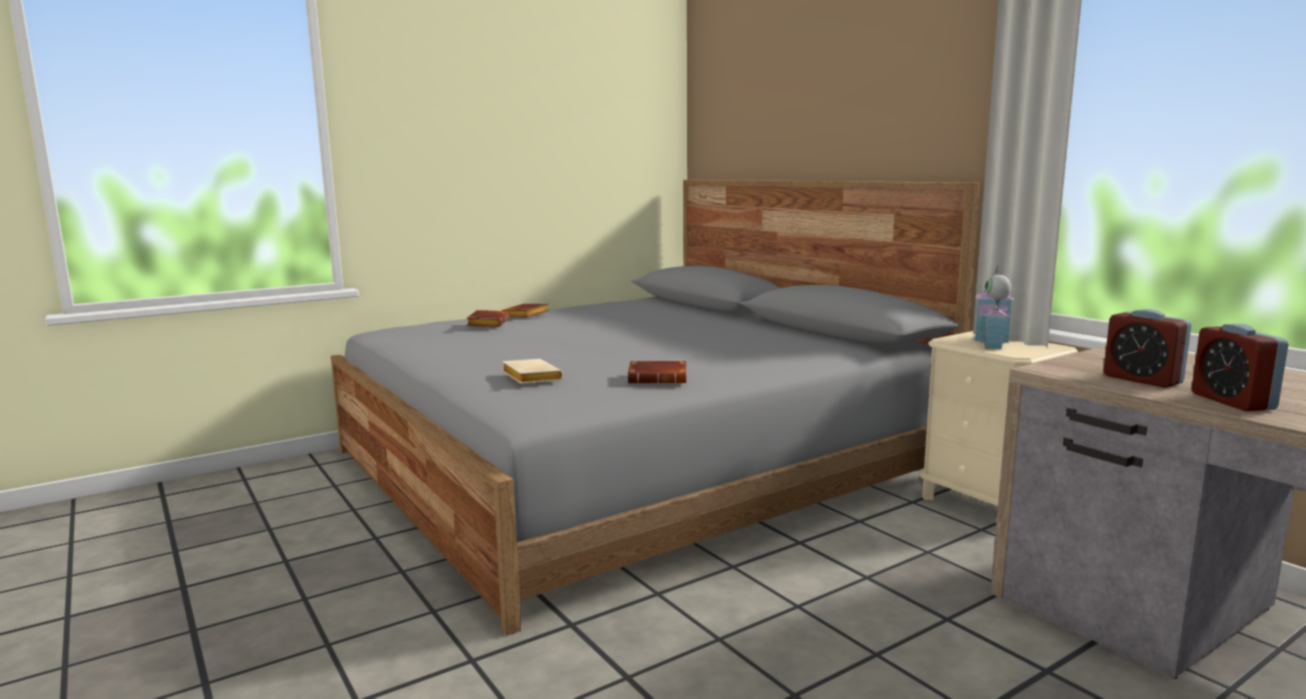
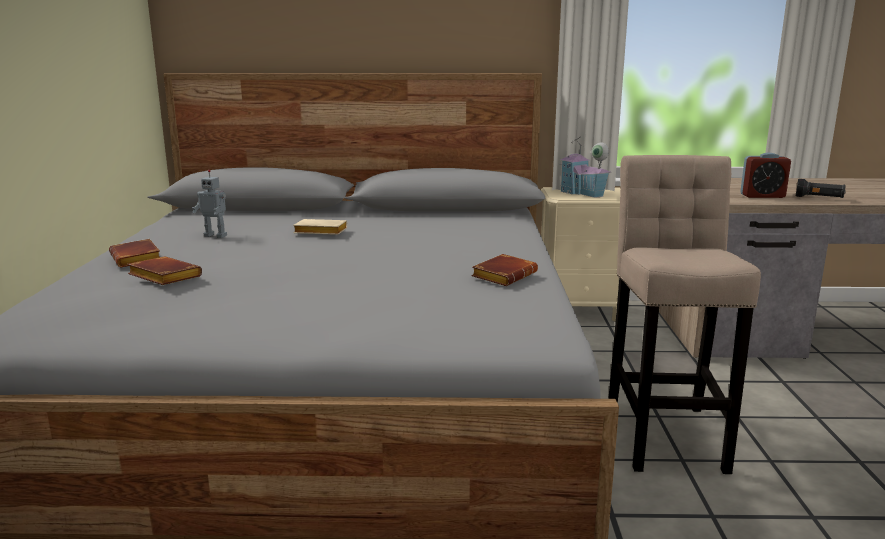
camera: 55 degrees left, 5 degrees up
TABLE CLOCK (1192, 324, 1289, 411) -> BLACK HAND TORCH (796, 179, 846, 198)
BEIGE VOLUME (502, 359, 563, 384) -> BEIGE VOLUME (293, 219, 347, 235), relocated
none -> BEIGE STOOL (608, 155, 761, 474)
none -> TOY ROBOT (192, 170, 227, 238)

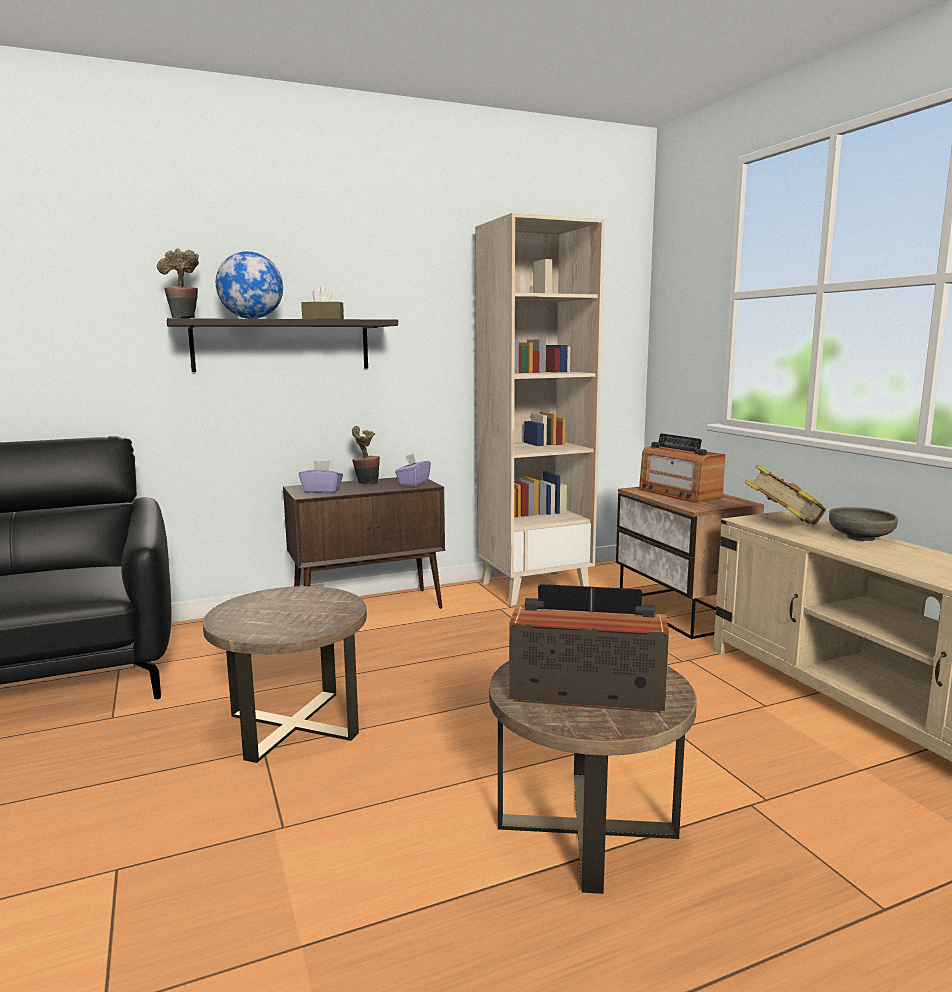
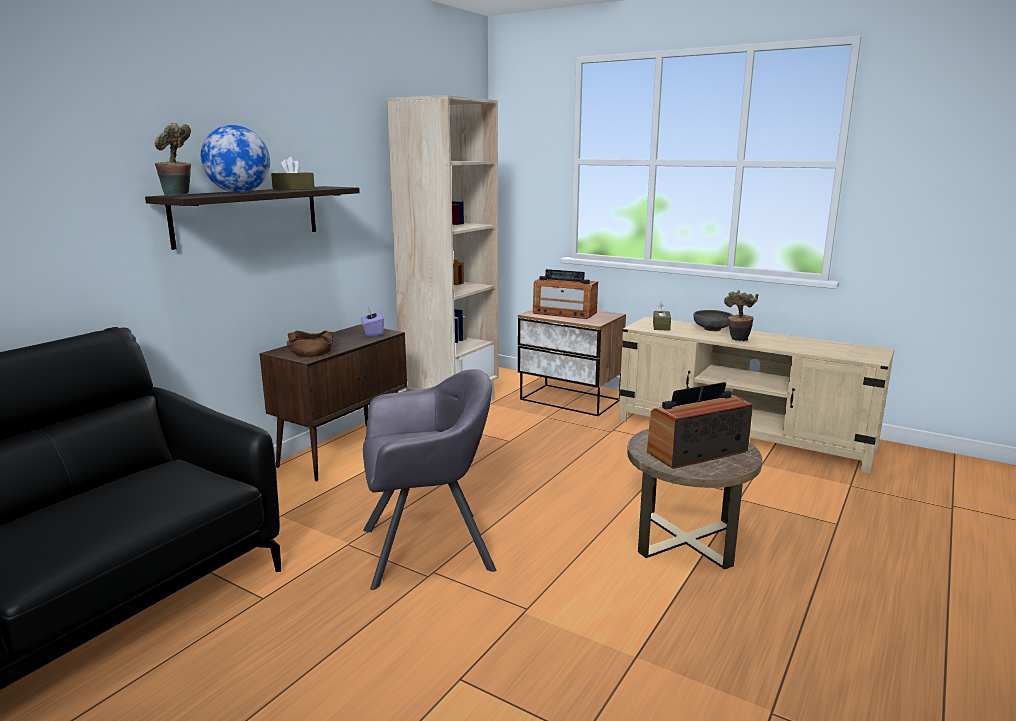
camera: 35 degrees left, 5 degrees up
HOUSEPLANT (352, 426, 380, 484) -> HOUSEPLANT (724, 290, 758, 341), relocated
PURPLE-COLOURED BOX OF TISSUES (299, 461, 343, 493) -> BROWN BOWL (287, 331, 334, 357)
VOLUME (745, 464, 826, 525) -> BROWN BOX OF TISSUES (653, 302, 671, 331)
BROWN SIDE TABLE (203, 586, 367, 763) -> GREY EASY CHAIR (363, 369, 496, 590)

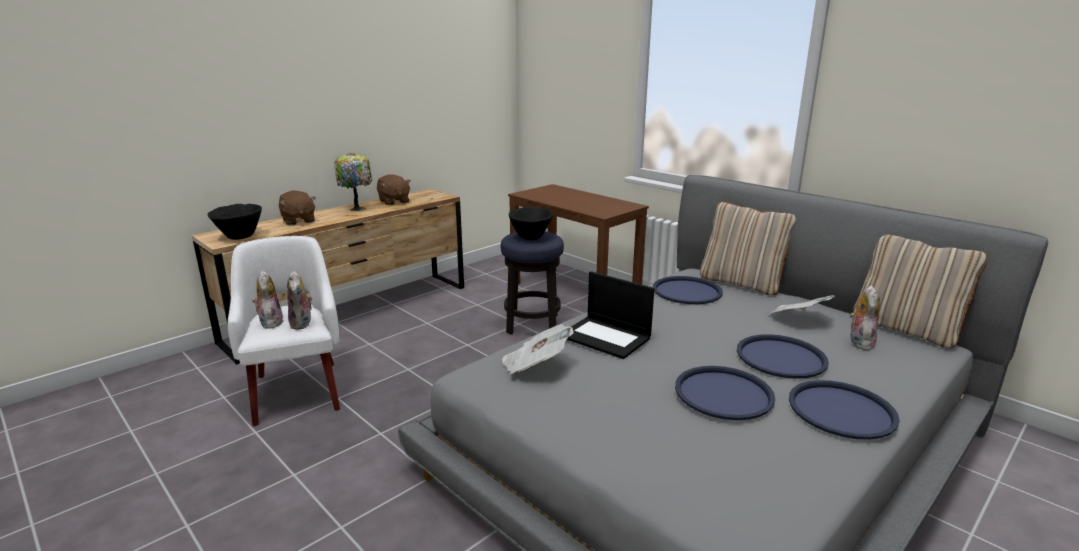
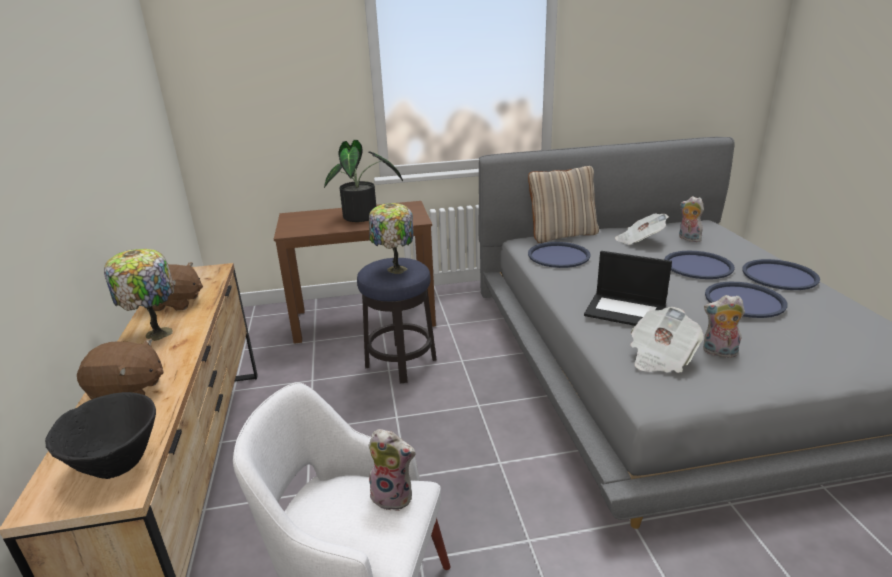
camera: 55 degrees left, 5 degrees up
BLACK BOWL (509, 207, 553, 240) -> TABLE LAMP (369, 203, 414, 274)
BEIGE PILLOW (853, 235, 988, 348) -> none
PLUSH TOY (252, 270, 284, 328) -> PLUSH TOY (703, 295, 745, 358), relocated
PORTABLE COMPUTER (567, 271, 655, 359) -> PORTABLE COMPUTER (584, 251, 672, 326), 45 degrees clockwise
none -> HOUSEPLANT (324, 140, 403, 222)

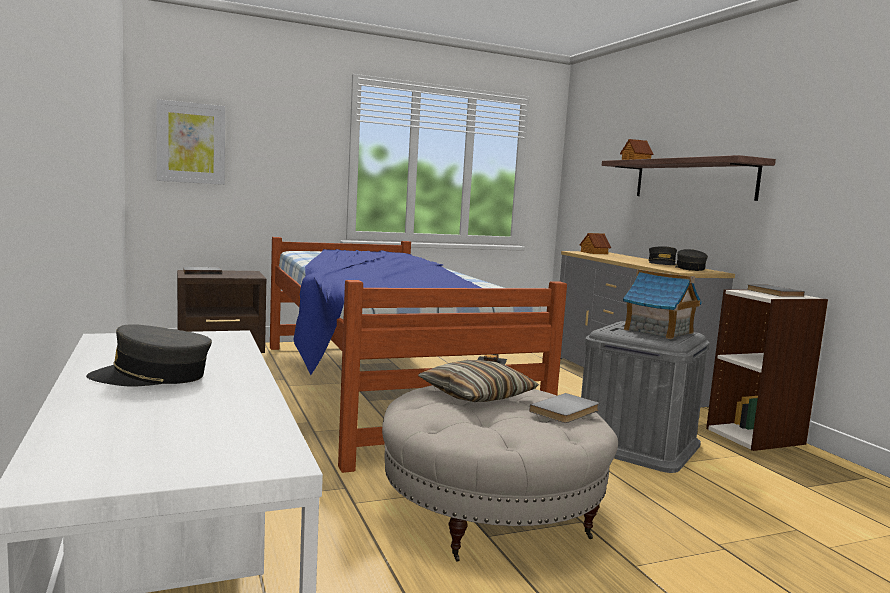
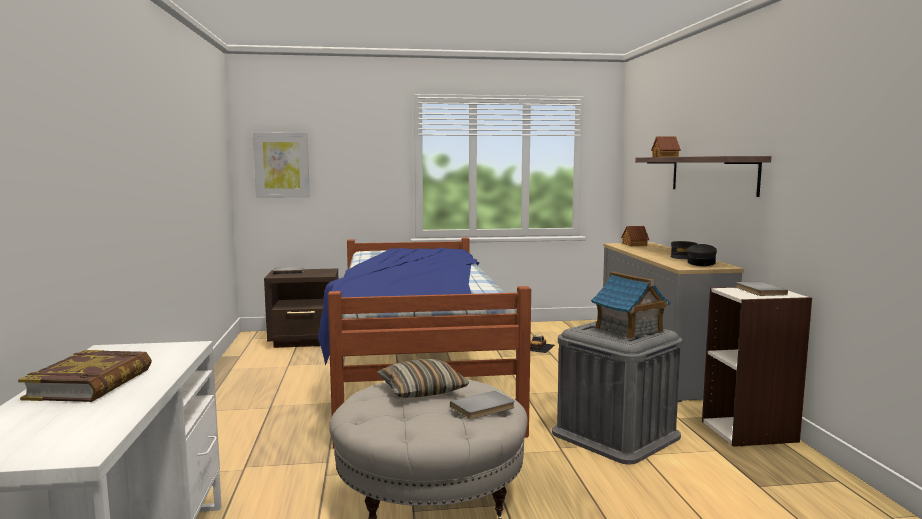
camera: 15 degrees right, 0 degrees up
GREY CAP (86, 324, 212, 387) -> VOLUME (18, 350, 152, 402)

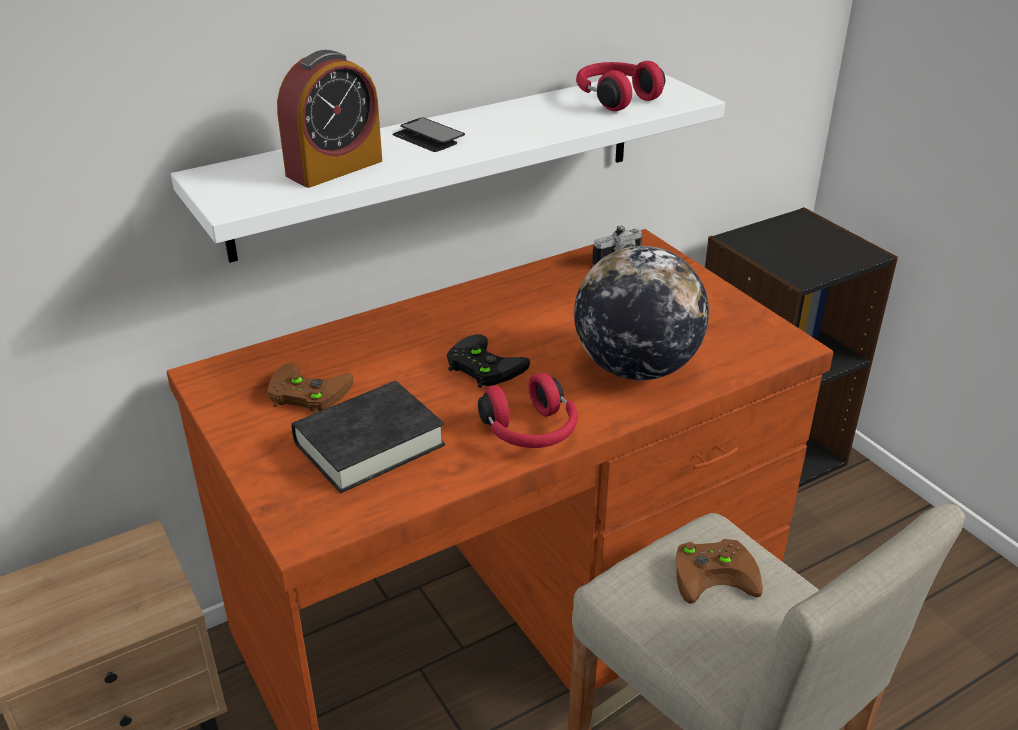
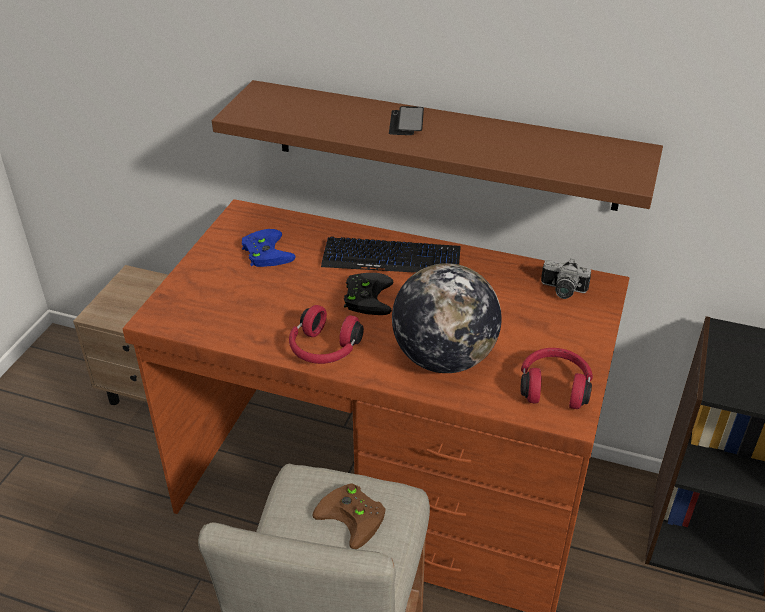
camera: 50 degrees right, 5 degrees up
TABLE CLOCK (277, 50, 382, 188) -> none
RED HEADSET (576, 61, 665, 111) -> RED HEADSET (520, 348, 593, 409), relocated
WHITE-COLOURED SHELF (171, 74, 725, 263) -> BROWN SHELF (212, 80, 663, 211)
BROWN GAMEPAD (268, 363, 353, 414) -> BLUE-COLOURED GAMEPAD (242, 229, 296, 267)
BLACK VOLUME (291, 381, 445, 493) -> none
none -> COMPUTER KEYBOARD (321, 236, 461, 273)

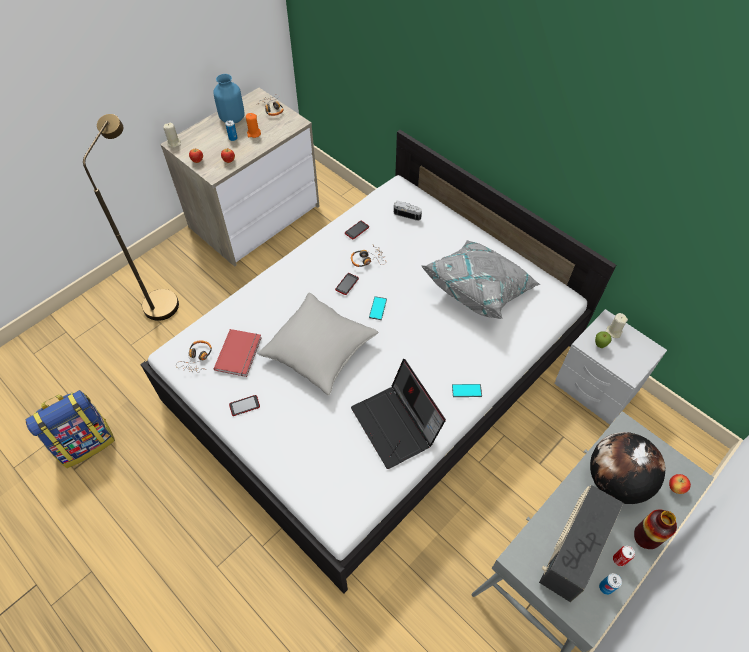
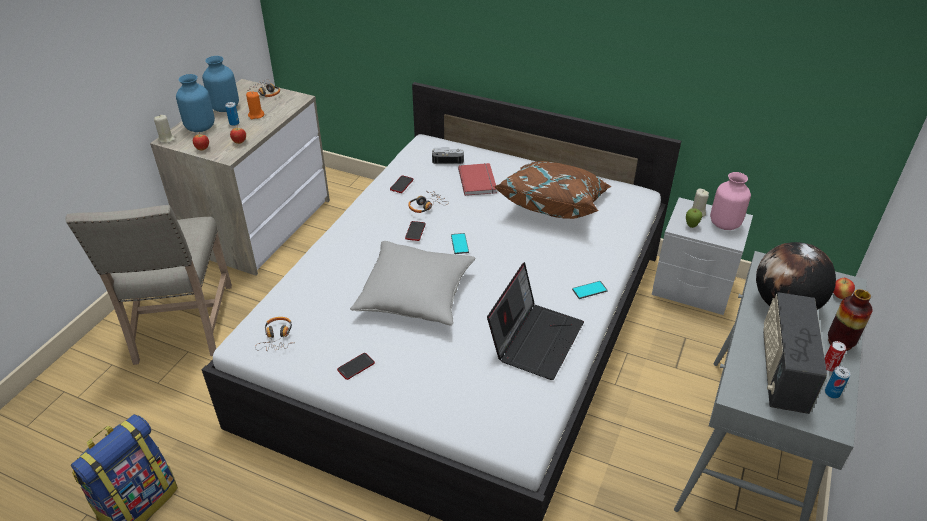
camera: 20 degrees left, 15 degrees down
BROWN STANDING LAMP (83, 114, 179, 321) -> BEIGE CHAIR (65, 205, 232, 365)
GREY PILLOW (421, 240, 541, 319) -> BROWN PILLOW (494, 161, 612, 219)
RED VOLUME (214, 329, 262, 377) -> RED VOLUME (458, 163, 497, 196), relocated
PORTABLE COMPUTER (351, 359, 446, 469) -> PORTABLE COMPUTER (487, 262, 584, 380), 105 degrees counterclockwise
none -> BLUE-COLOURED FLOWER VASE (176, 74, 215, 132)
none -> PINK-COLOURED FLOWER VASE (710, 172, 751, 230)

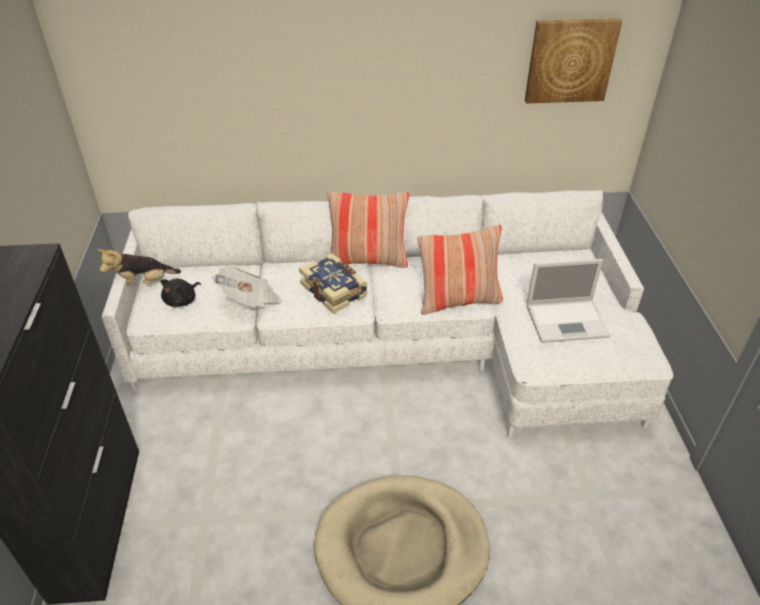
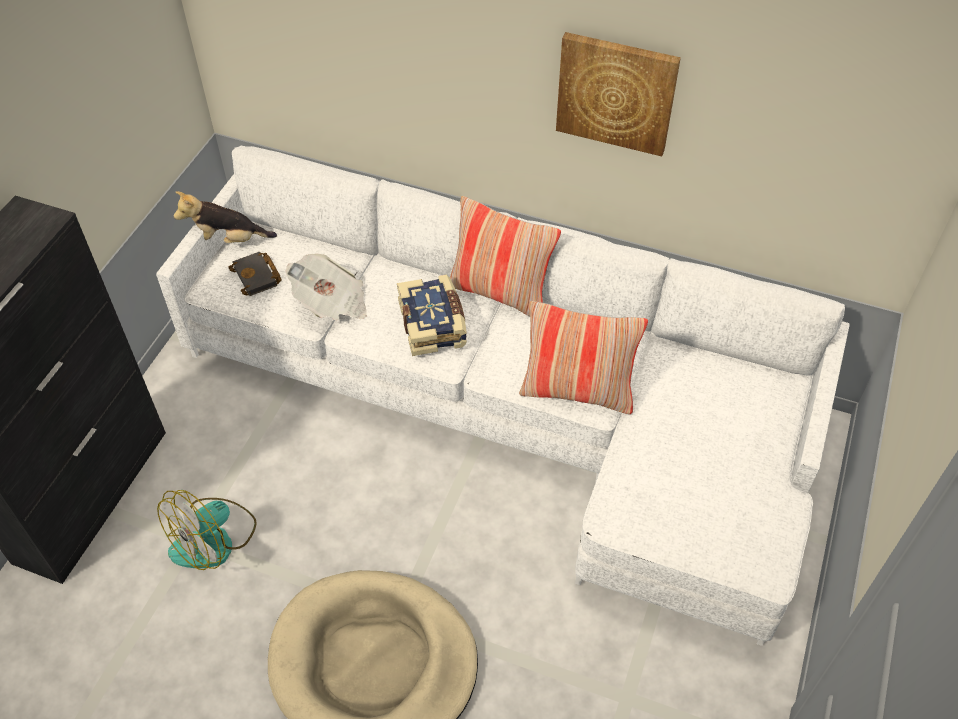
camera: 25 degrees right, 10 degrees up
PICTURE (525, 19, 622, 103) -> PICTURE (556, 32, 681, 156), relocated
PORTABLE COMPUTER (527, 259, 610, 343) -> none
BLACK PLUSH TOY (161, 279, 201, 307) -> BLACK VOLUME (228, 252, 282, 296)
none -> COOLING FAN (157, 490, 257, 570)

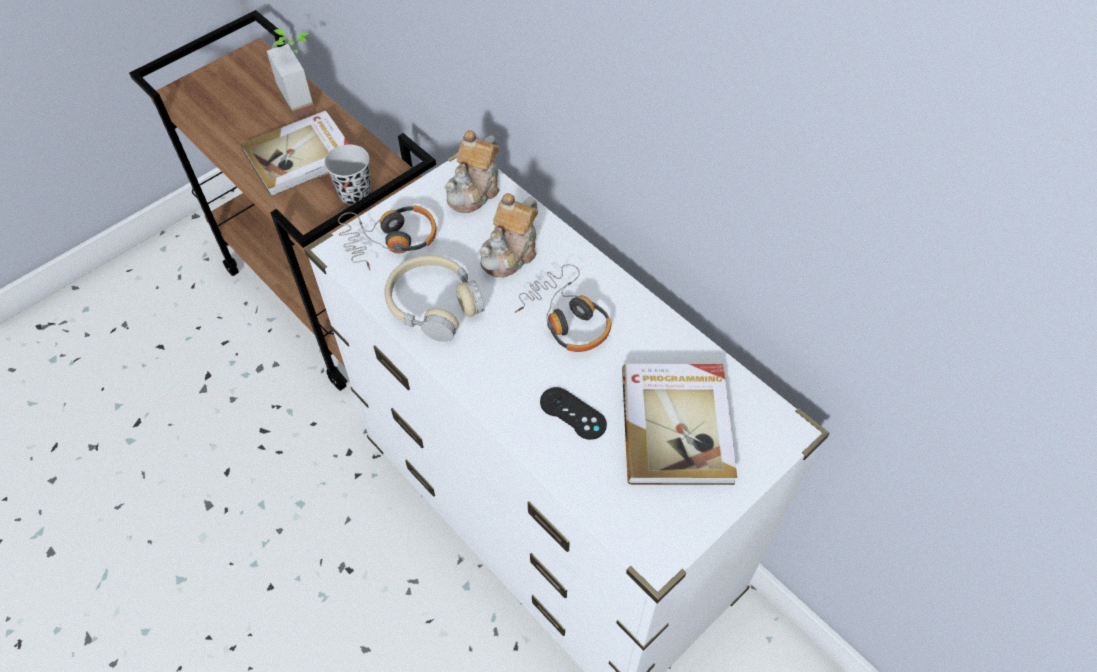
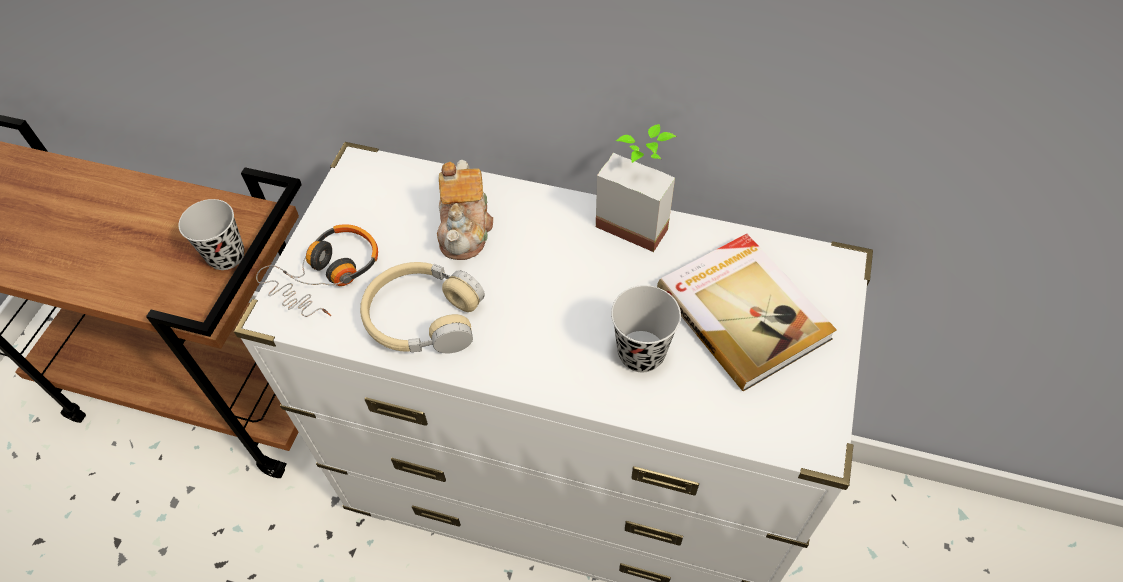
camera: 30 degrees left, 0 degrees up
HOUSEPLANT (267, 29, 315, 119) -> HOUSEPLANT (596, 124, 677, 252), relocated
VOLUME (241, 110, 349, 197) -> none
POT FOR TEA (444, 130, 499, 213) -> none
HEADSET (515, 264, 611, 352) -> none
BLACK GAMEPAD (540, 387, 607, 440) -> BLACK DRINKING CUP (611, 285, 681, 372)

